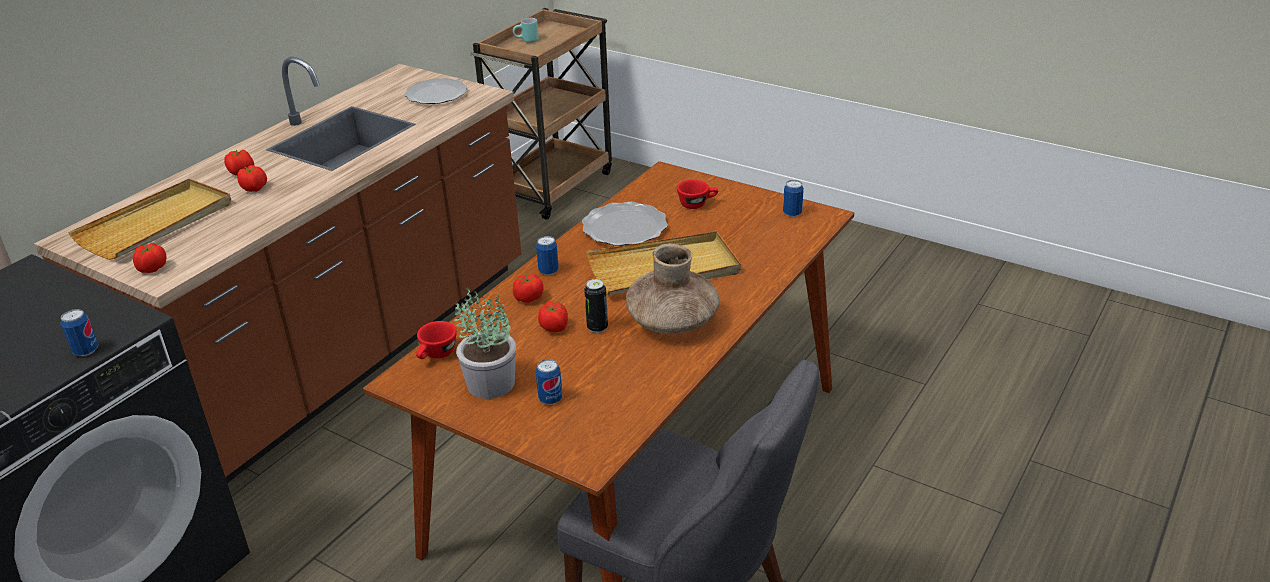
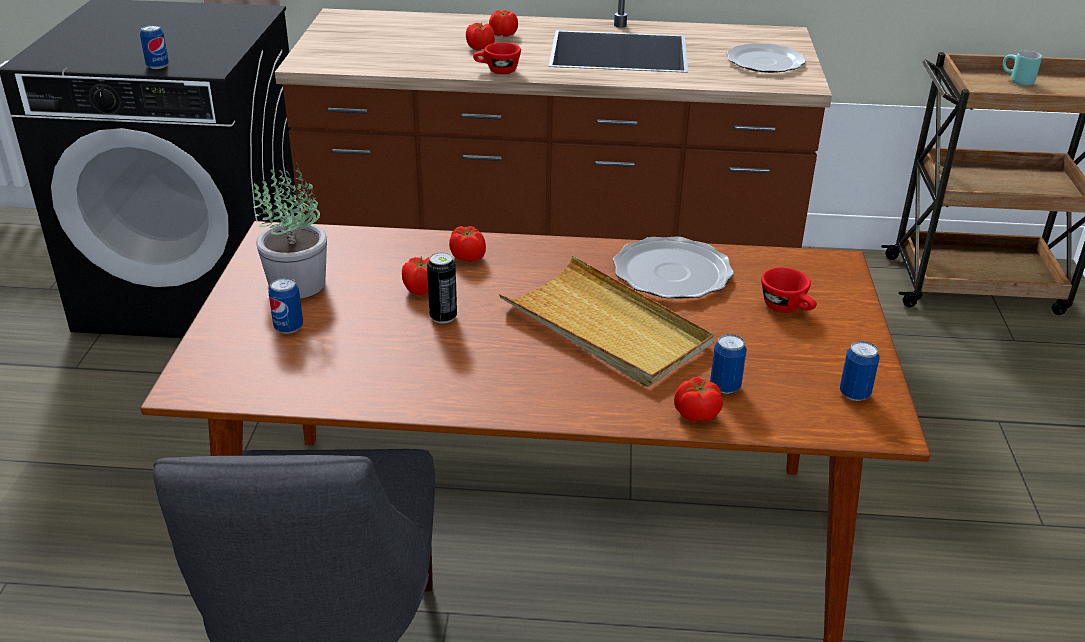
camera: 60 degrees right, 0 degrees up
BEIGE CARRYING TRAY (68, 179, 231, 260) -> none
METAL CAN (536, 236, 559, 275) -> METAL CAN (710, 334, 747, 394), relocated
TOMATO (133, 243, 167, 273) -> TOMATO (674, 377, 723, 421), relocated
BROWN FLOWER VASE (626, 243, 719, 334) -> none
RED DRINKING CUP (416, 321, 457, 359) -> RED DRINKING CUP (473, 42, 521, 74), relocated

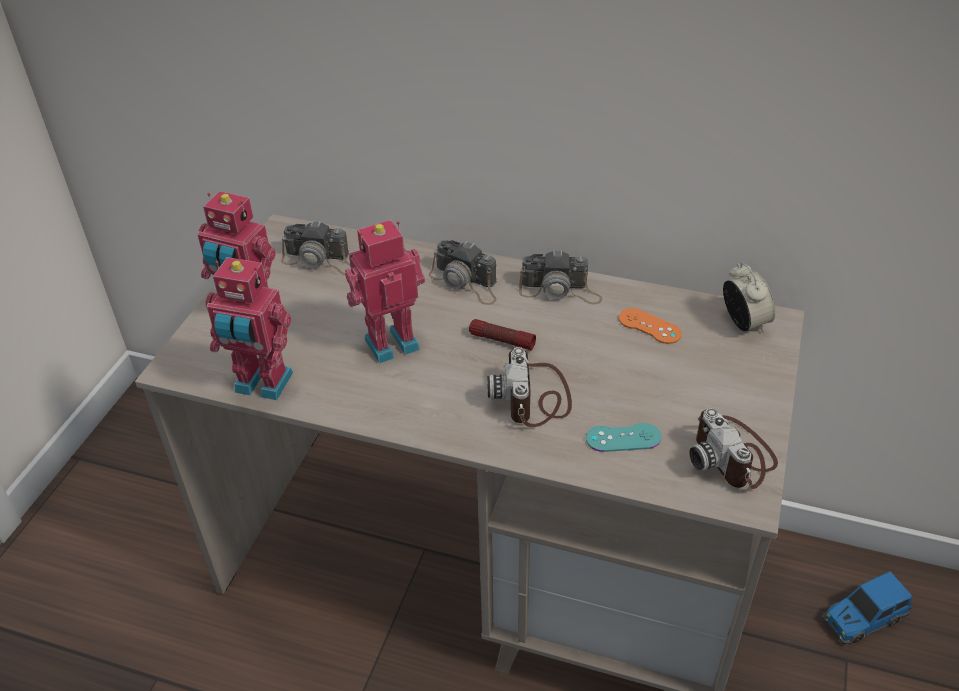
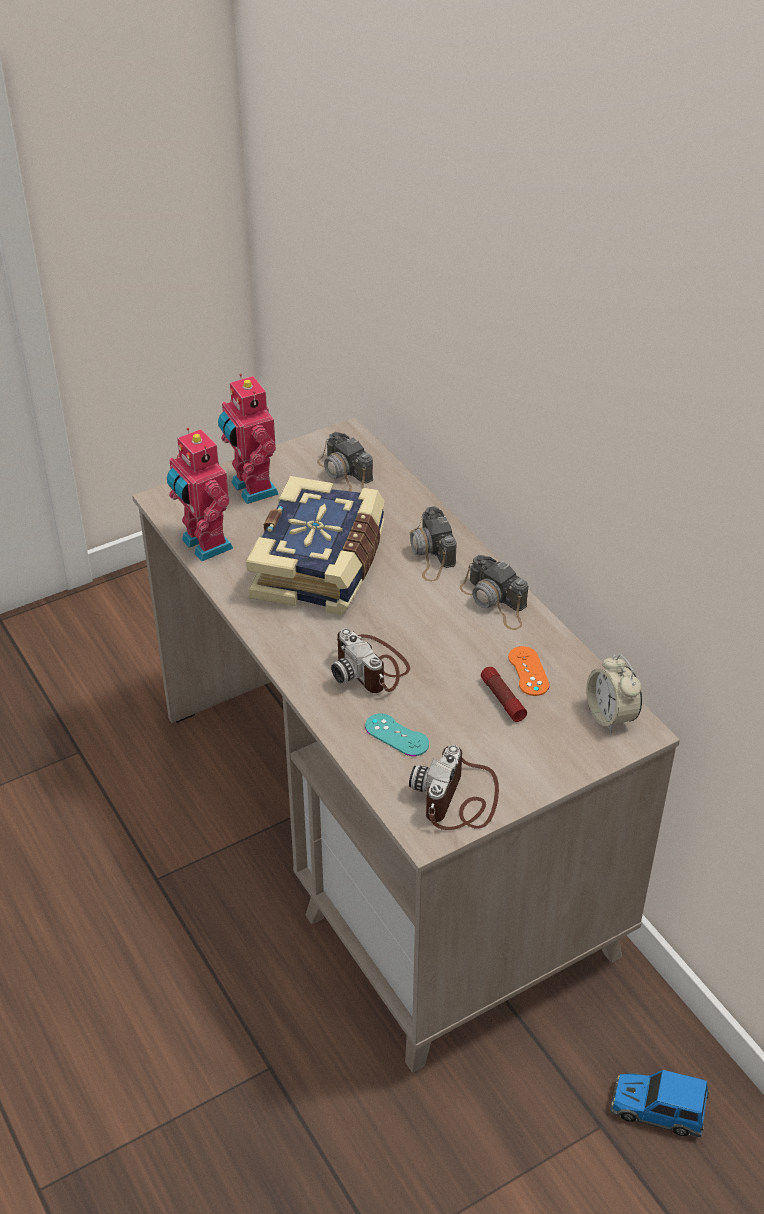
camera: 40 degrees right, 0 degrees up
TOY ROBOT (345, 220, 425, 363) -> VOLUME (246, 476, 385, 615)
TABLE CLOCK (723, 262, 776, 332) -> TABLE CLOCK (586, 654, 642, 733), 135 degrees clockwise
HAND TORCH (469, 319, 536, 350) -> HAND TORCH (481, 667, 527, 722), relocated
STILL CAMERA (487, 347, 572, 427) -> STILL CAMERA (331, 628, 410, 693), 75 degrees counterclockwise

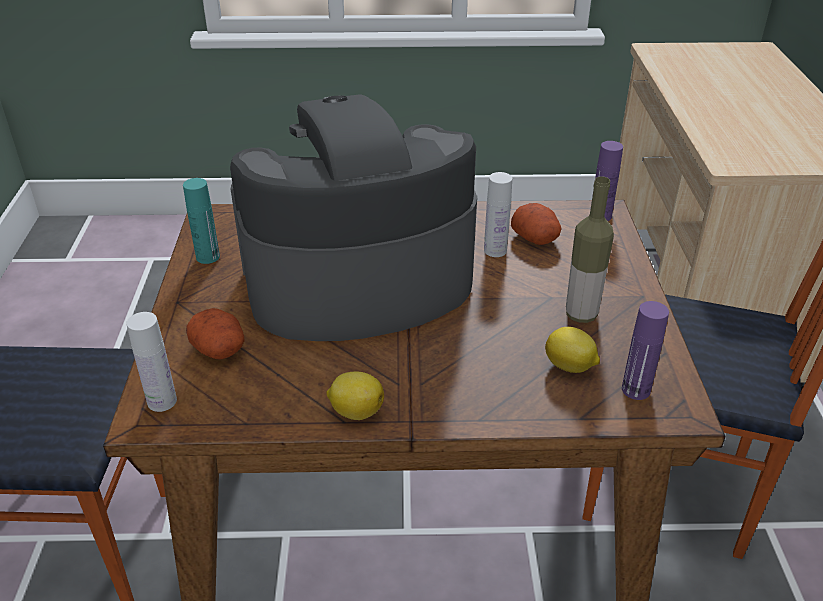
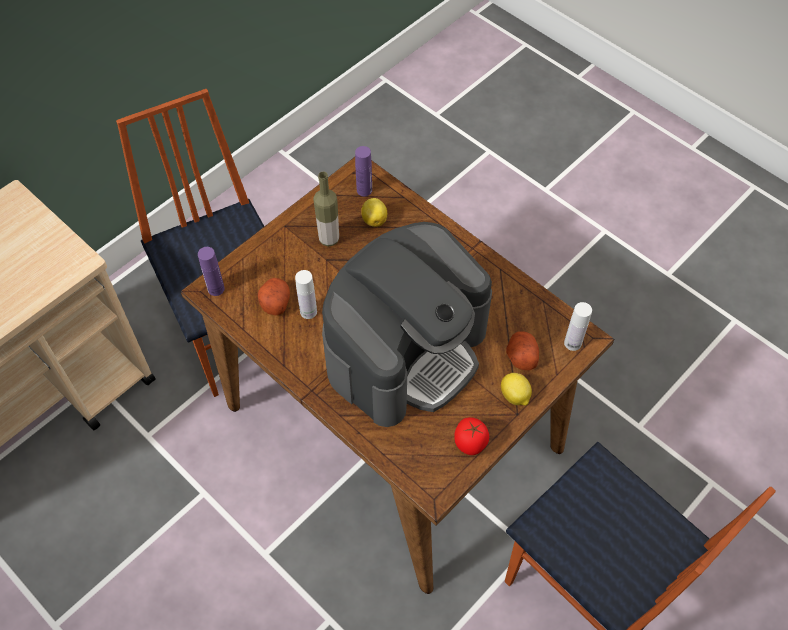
camera: 135 degrees left, 20 degrees up
COFFEE MACHINE (230, 94, 477, 341) -> COFFEE MACHINE (322, 222, 492, 427), 75 degrees counterclockwise
TURQUOISE BOTTLE (183, 178, 220, 264) -> TOMATO (454, 417, 489, 455)
LEMON (326, 371, 384, 420) -> LEMON (501, 373, 532, 406), relocated

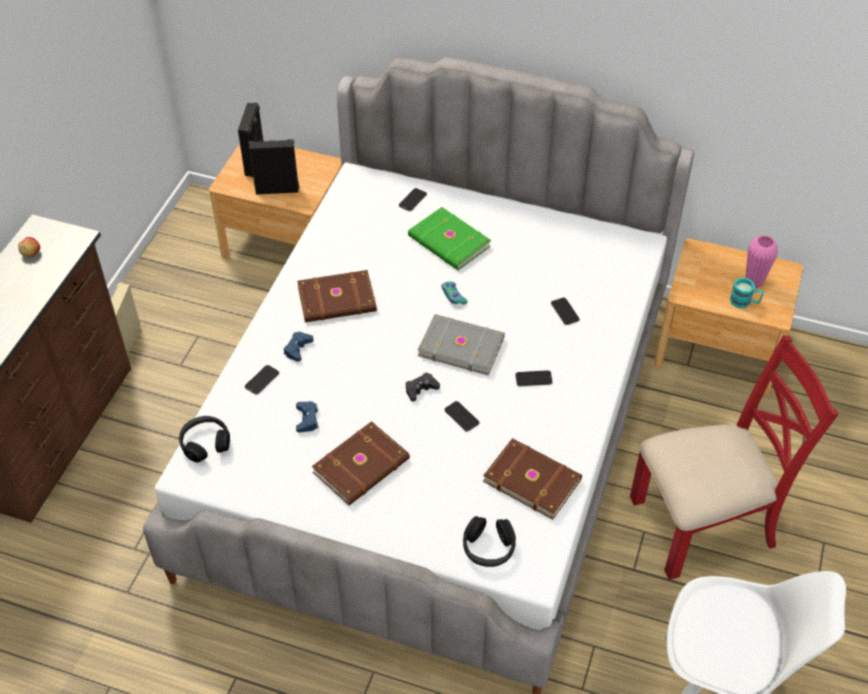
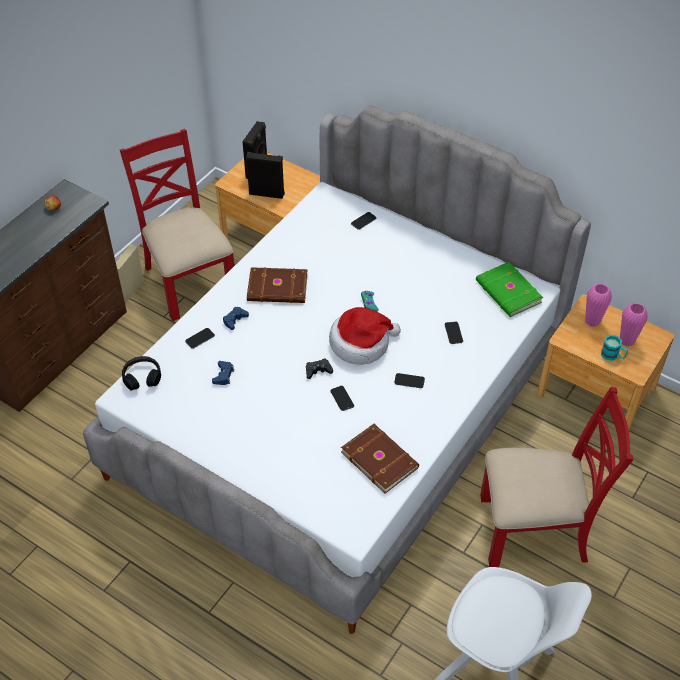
camera: 15 degrees right, 0 degrees up
GREENISH VOLUME (408, 207, 491, 270) -> GREENISH VOLUME (476, 262, 543, 317), relocated
GREY VOLUME (418, 314, 505, 375) -> HAT (329, 307, 401, 365)
BROWN VOLUME (312, 421, 410, 505) -> none
BLACK HEADSET (463, 516, 516, 567) -> none
none -> RED CHAIR (120, 129, 234, 321)
none -> PINK-COLOURED FLOWER VASE (585, 283, 612, 327)

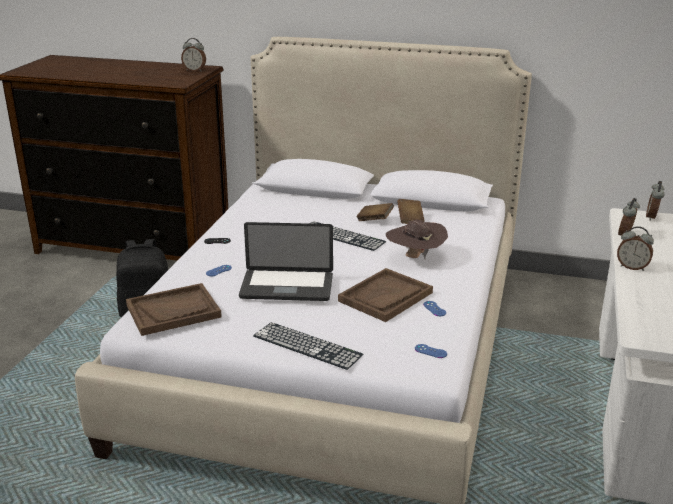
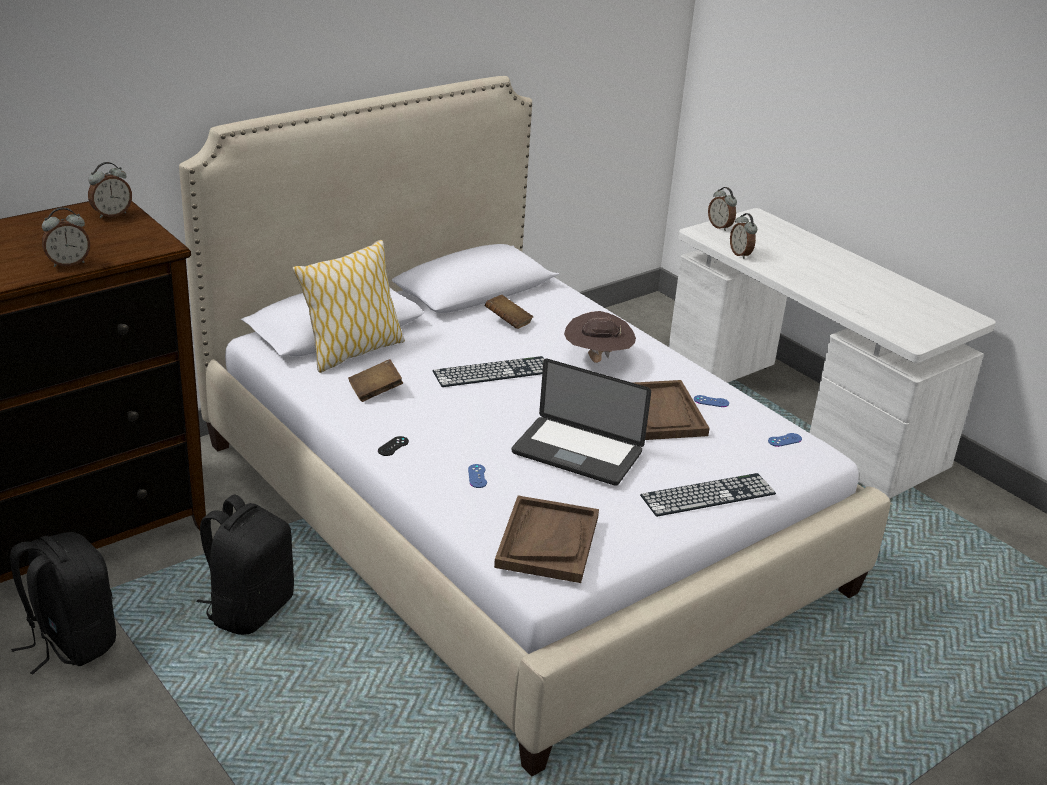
camera: 55 degrees left, 5 degrees up
BROWN VOLUME (356, 203, 394, 221) -> BROWN VOLUME (348, 359, 403, 402), relocated
PORTABLE COMPUTER (239, 222, 333, 301) -> PORTABLE COMPUTER (512, 359, 651, 486), 75 degrees clockwise
TABLE CLOCK (617, 226, 654, 271) -> TABLE CLOCK (42, 207, 90, 267), relocated
none -> PILLOW (292, 240, 405, 373)
none -> BLACK KNAPSACK (10, 532, 116, 675)

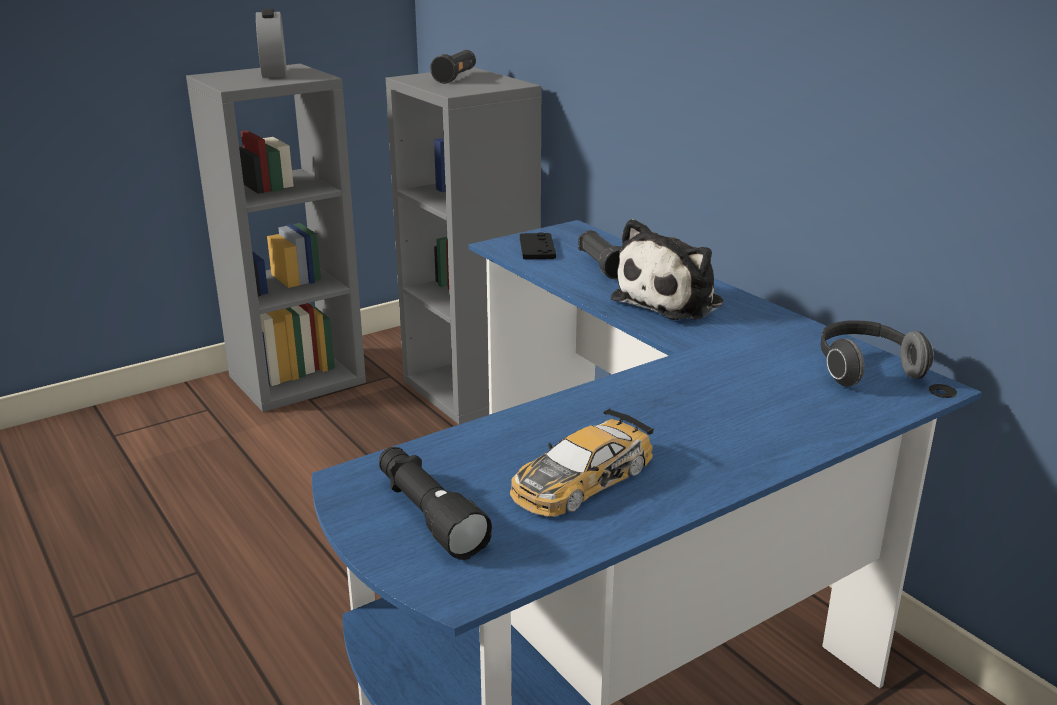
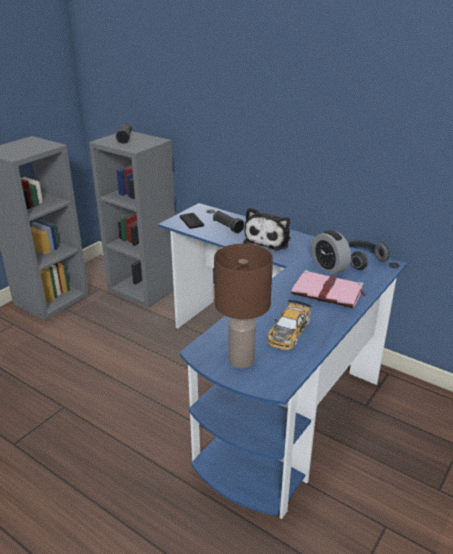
camera: 20 degrees left, 5 degrees up
TABLE CLOCK (256, 9, 287, 78) -> TABLE CLOCK (312, 230, 351, 275), relocated
BLACK HAND TORCH (379, 447, 492, 560) -> BROWN TABLE LAMP (214, 244, 273, 368)
none -> PINK-COLOURED VOLUME (291, 270, 367, 308)

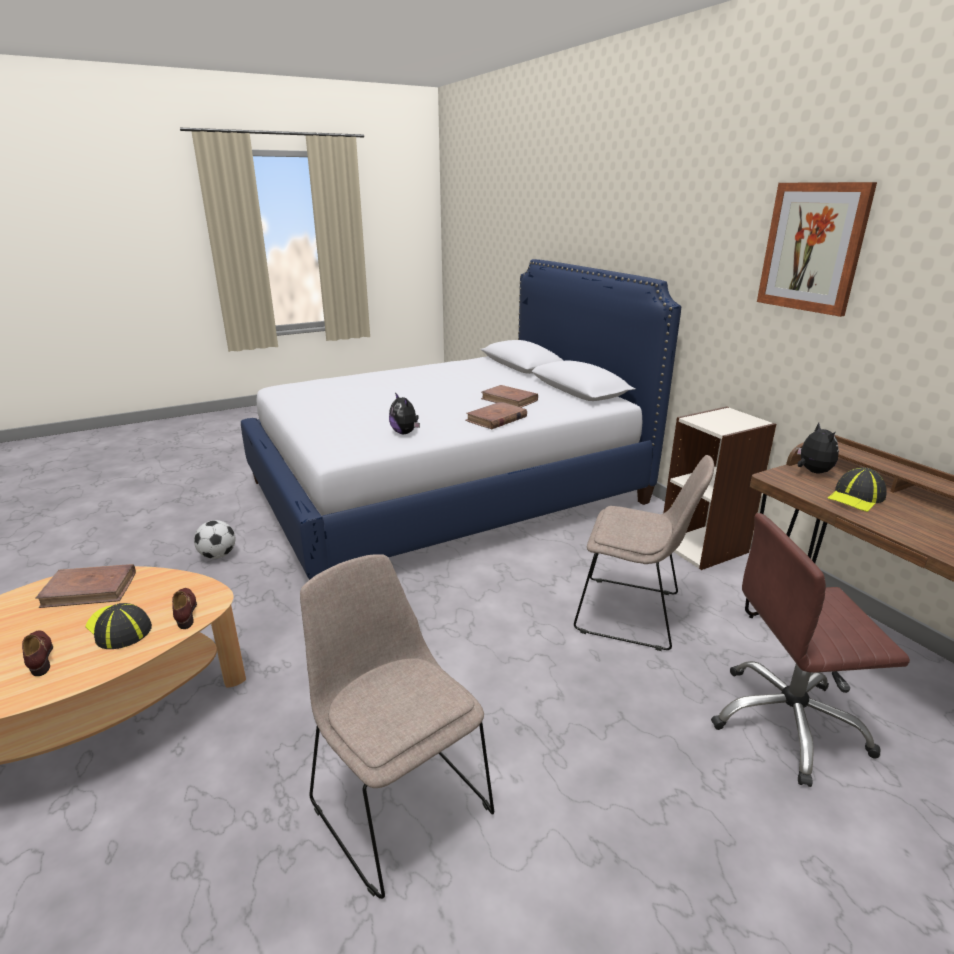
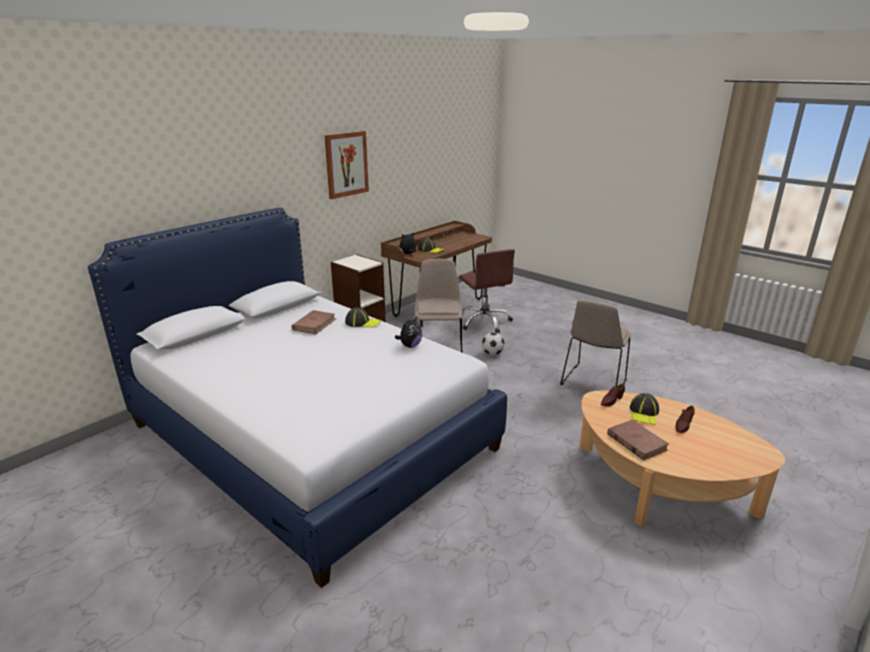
camera: 110 degrees left, 0 degrees up
BROWN VOLUME (465, 402, 527, 429) -> CAP (345, 308, 381, 328)
FOOTBALL (194, 520, 236, 559) -> FOOTBALL (482, 332, 505, 355), relocated

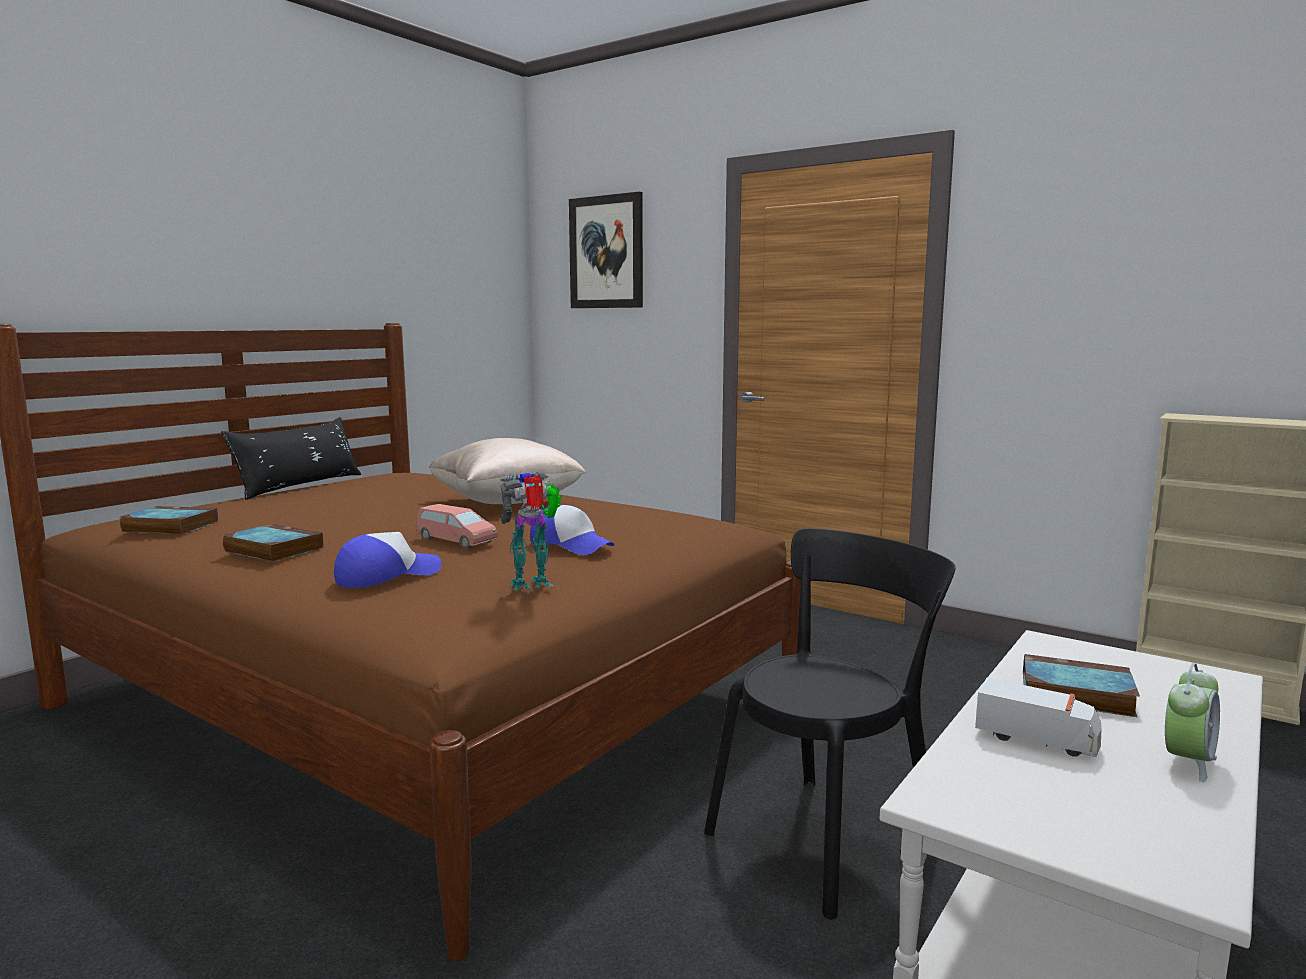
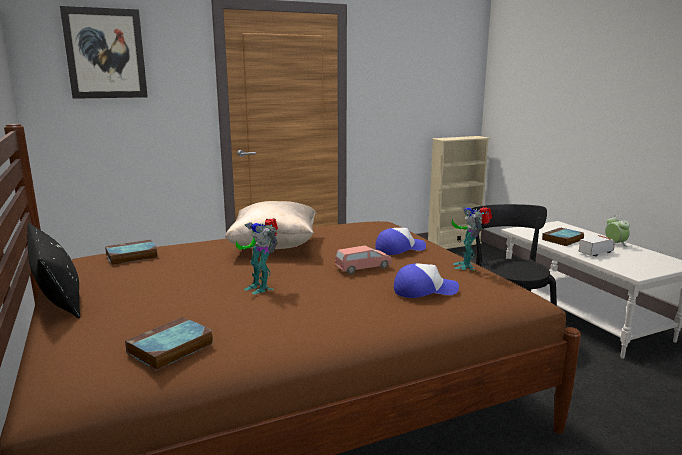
camera: 60 degrees left, 5 degrees up
VOLUME (222, 524, 323, 562) -> VOLUME (105, 240, 158, 265), relocated
CAP (334, 532, 441, 588) -> CAP (394, 263, 459, 298), 90 degrees clockwise
none -> TOY ROBOT (236, 218, 278, 294)

